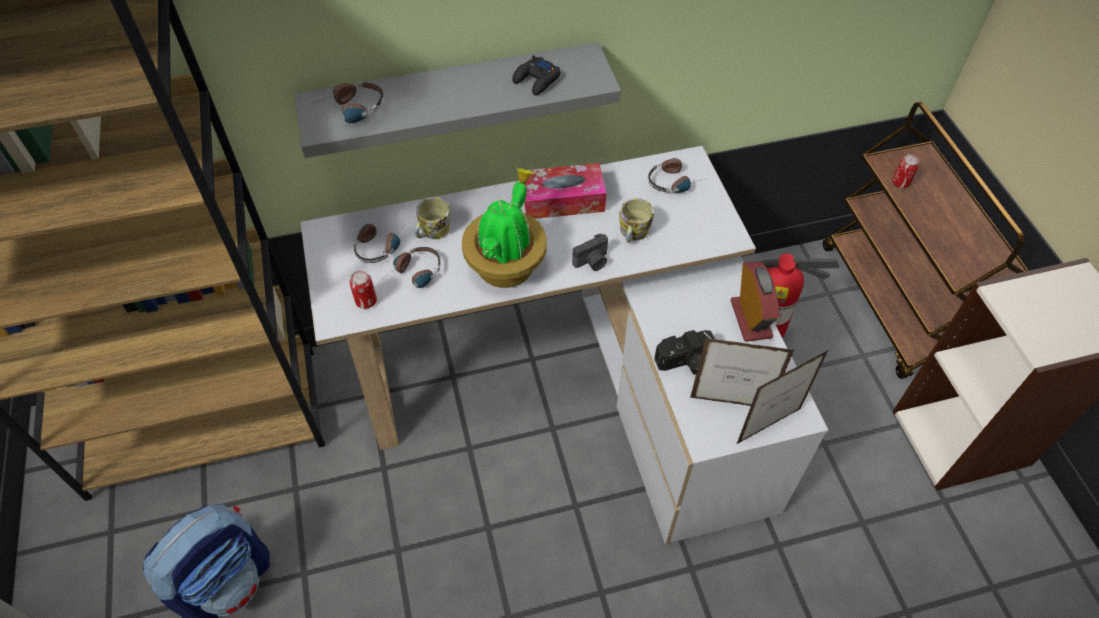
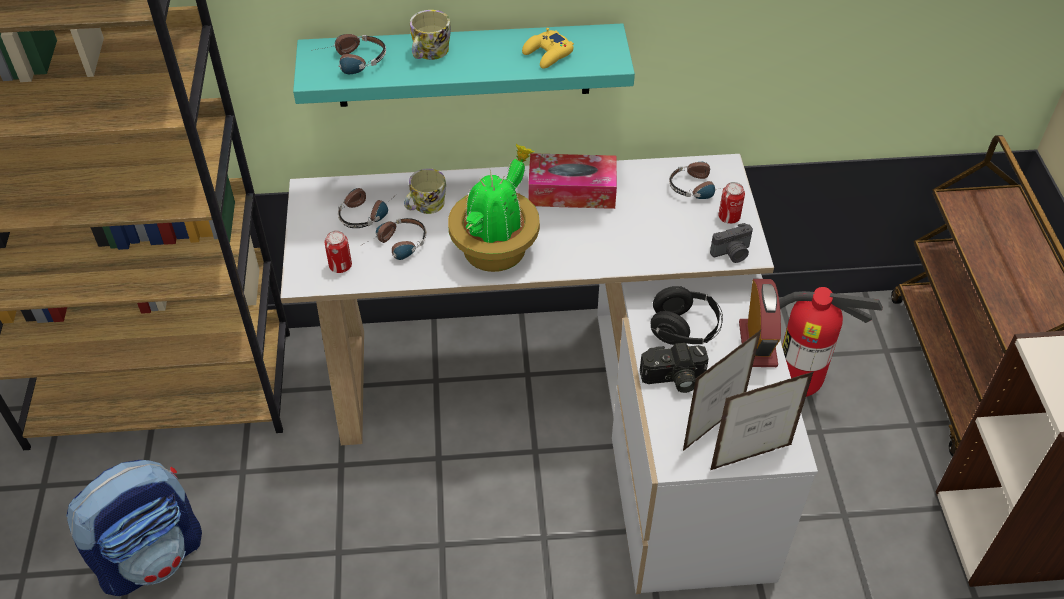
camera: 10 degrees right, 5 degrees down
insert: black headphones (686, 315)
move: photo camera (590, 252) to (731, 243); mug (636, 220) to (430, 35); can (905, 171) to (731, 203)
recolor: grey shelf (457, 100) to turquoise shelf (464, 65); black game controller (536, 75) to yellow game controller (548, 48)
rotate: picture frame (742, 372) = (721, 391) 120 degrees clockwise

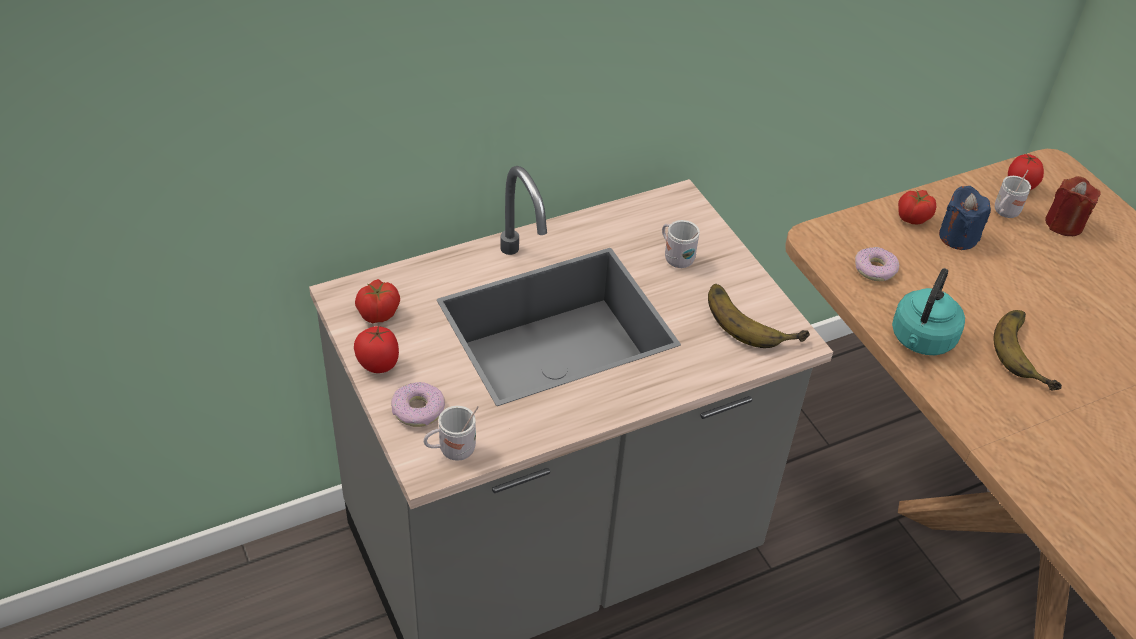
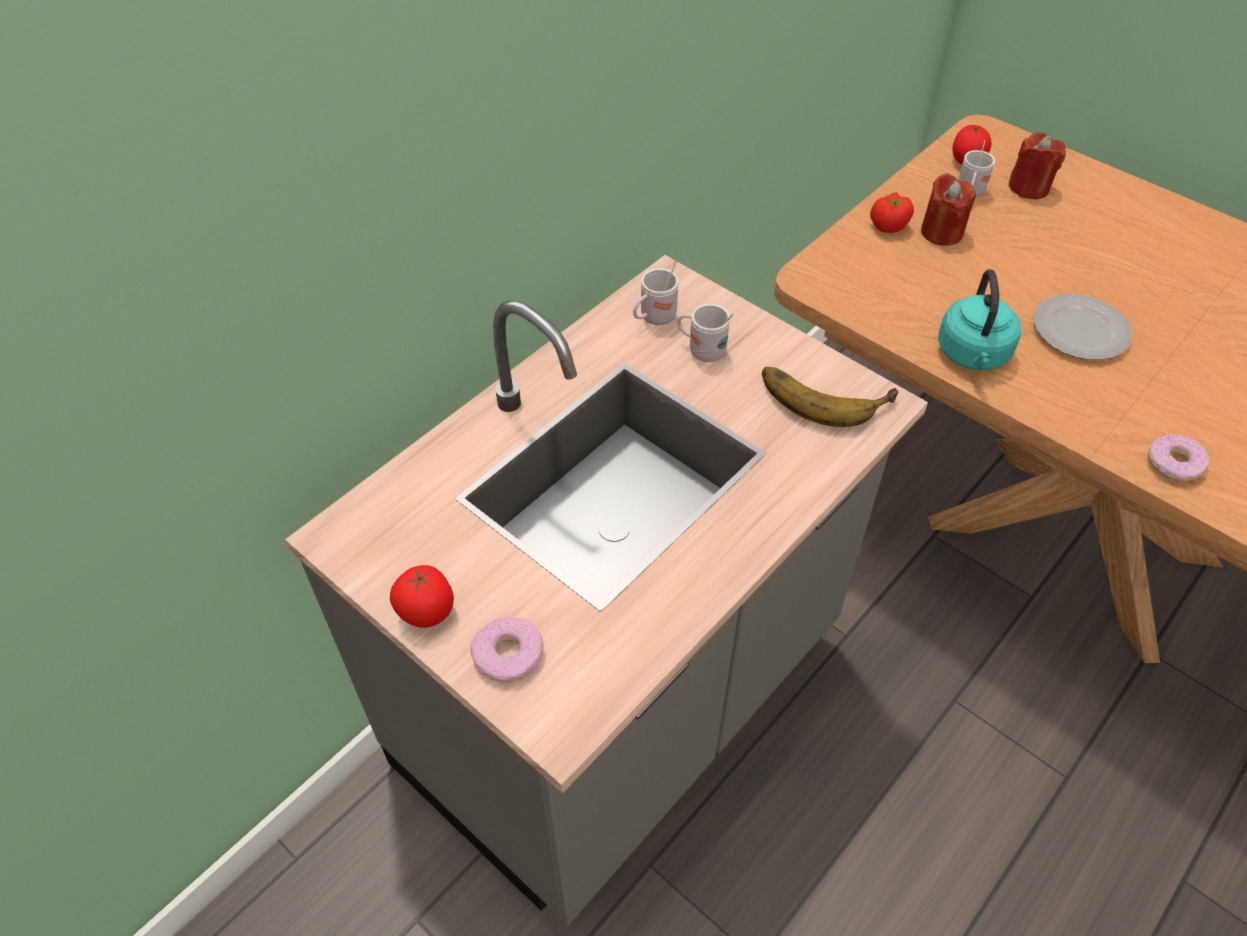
camera: 20 degrees left, 5 degrees up
delete: tomato (377, 301)
move: white mug (451, 433) to (656, 292); donut (877, 264) to (1178, 458)
replace: banana (1028, 350) to plate (1083, 327)
recolor: blue candle (965, 218) to red candle (948, 209)

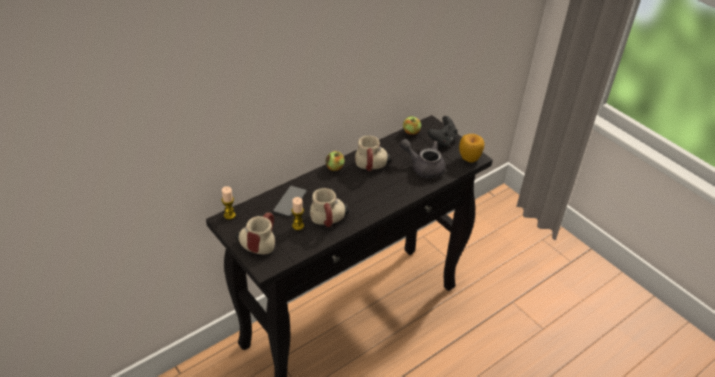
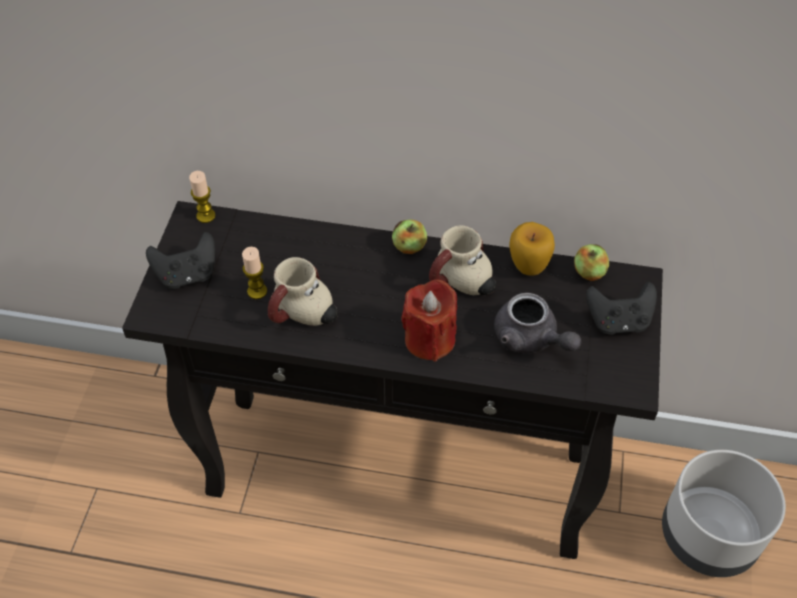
camera: 50 degrees right, 10 degrees up
delete: phone (290, 201)
insert: red candle (429, 320); grey planter (724, 513)
move: apple (471, 148) to (532, 248)
replace: mug (255, 233) to black game controller (180, 260)
rotate: grey teapot (422, 158) = (538, 323) 150 degrees clockwise

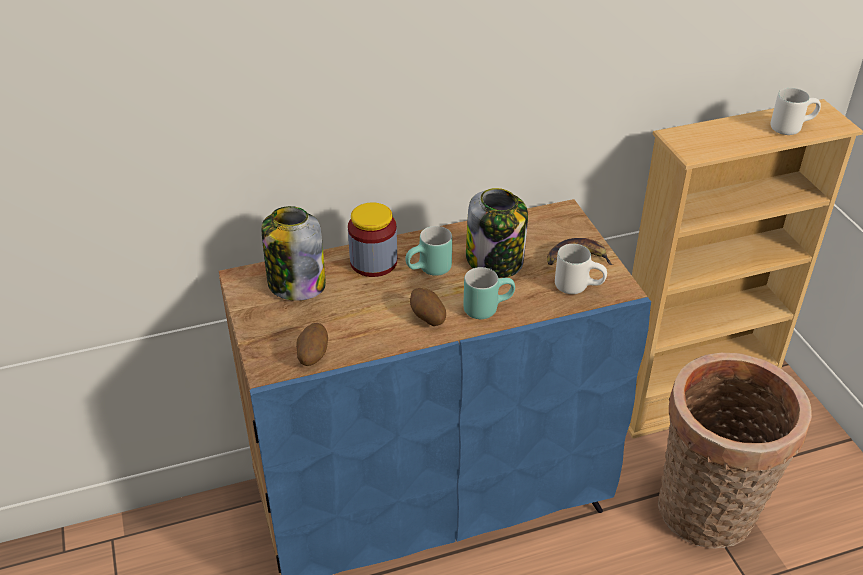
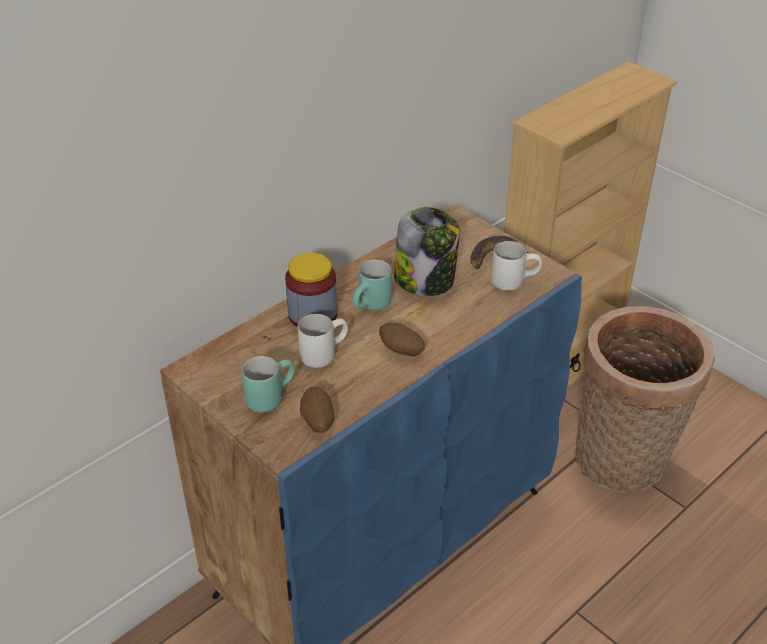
camera: 25 degrees left, 0 degrees up
delete: jar (294, 253)
move: turquoise mug (489, 293) to (268, 384); white mug (795, 111) to (323, 341)

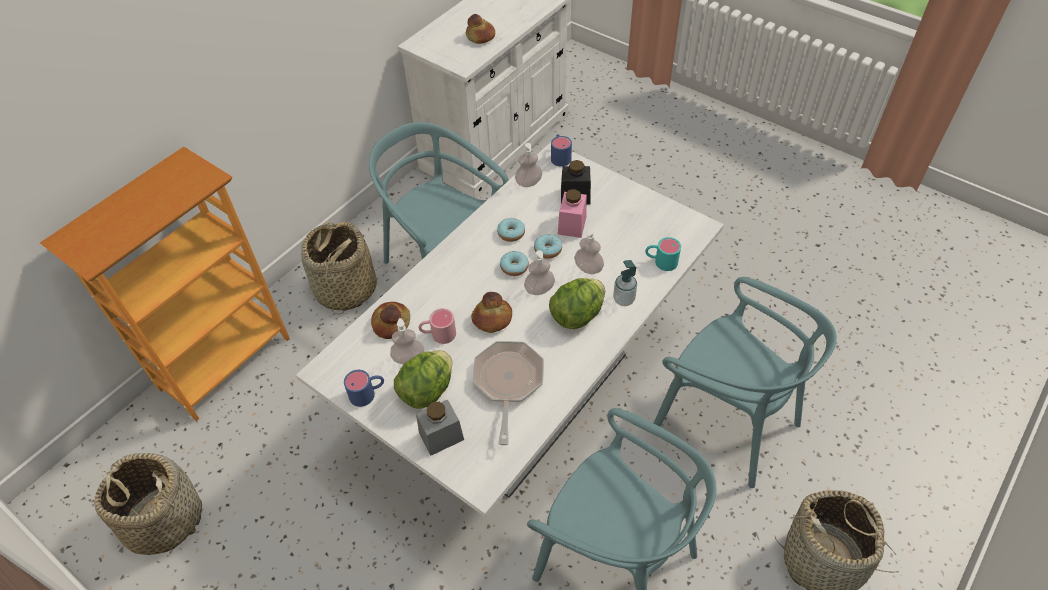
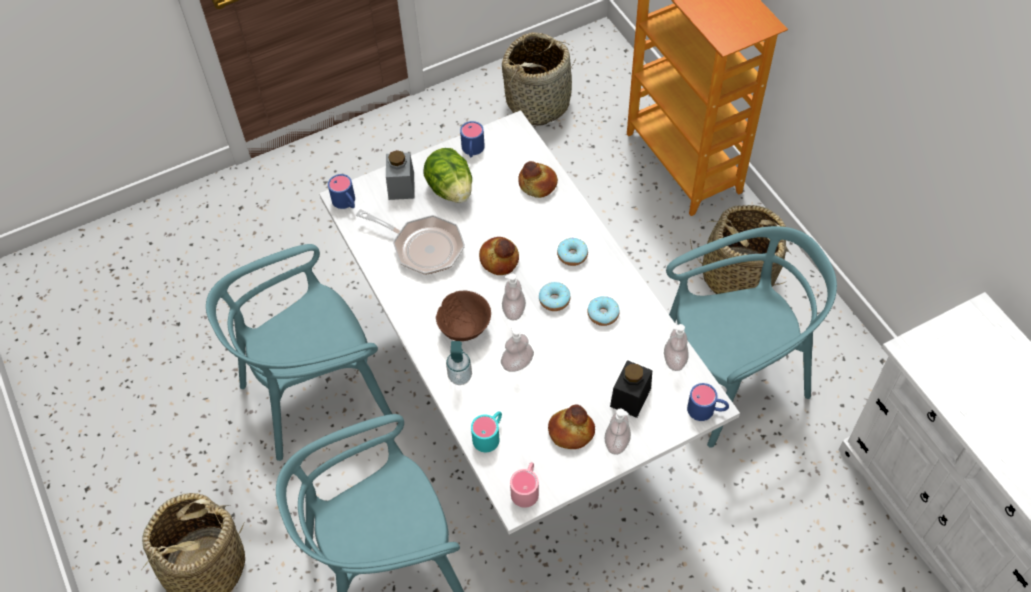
camera: 115 degrees right, 5 degrees up
delete: pink jar (572, 213)
insert: blue mug (341, 191)
move: soap dispenser (407, 341) to (618, 432); pink mug (437, 326) to (524, 485); bread (480, 29) to (571, 427); donut (548, 246) to (572, 252)
replace: lettuce (577, 303) to brown bowl (463, 315)

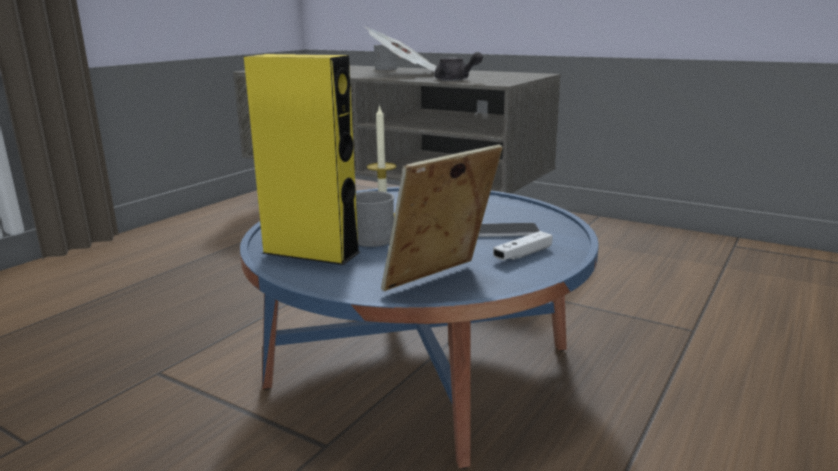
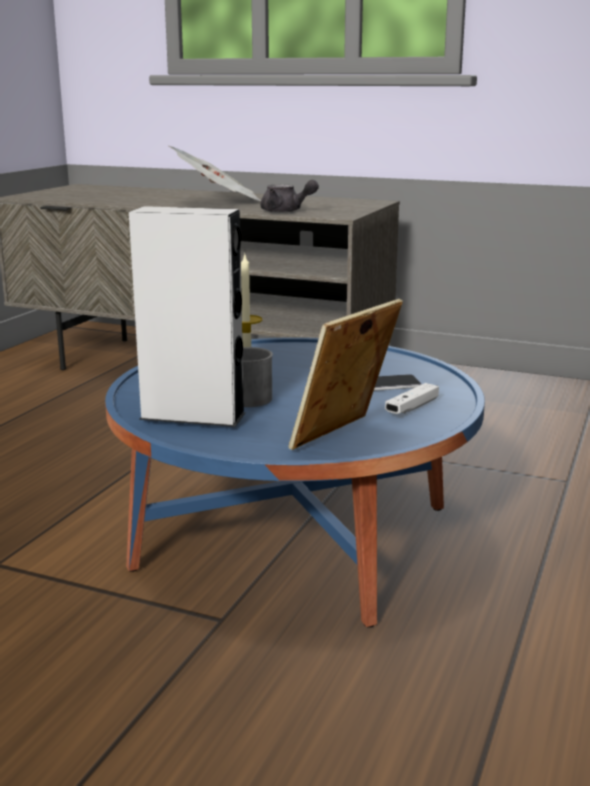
camera: 10 degrees left, 0 degrees up
delete: grey mug (386, 57)
recolor: yellow speaker (302, 159) to grey speaker (187, 316)

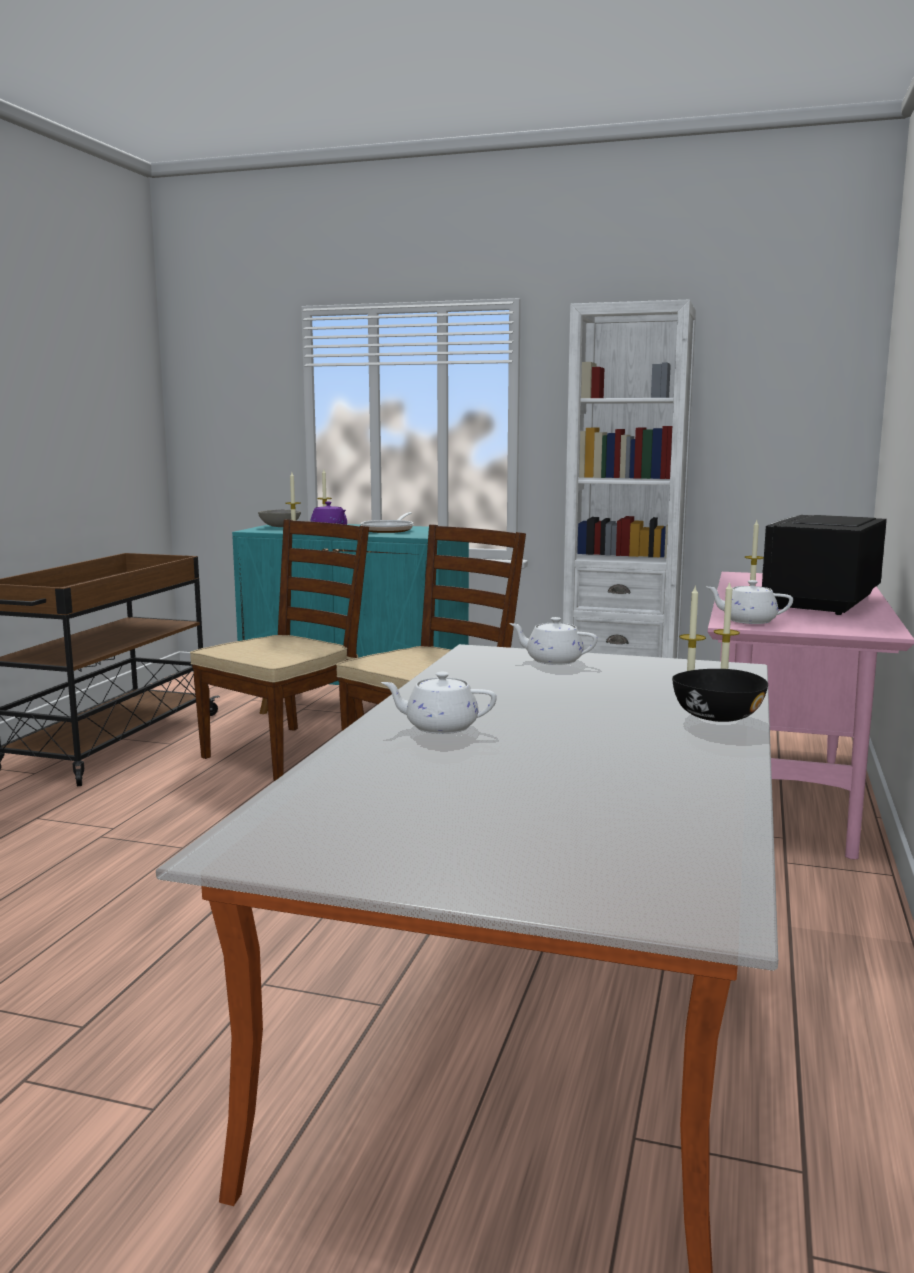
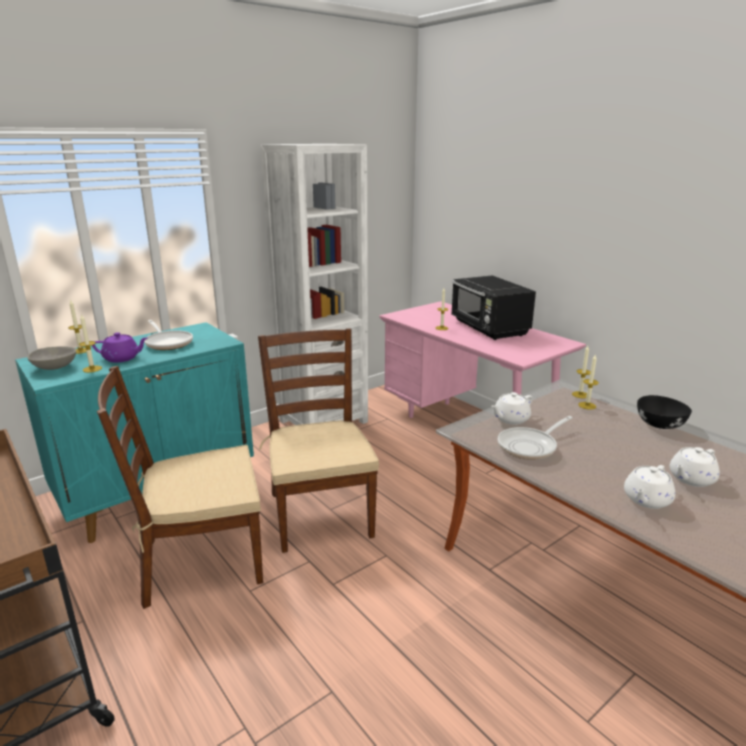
camera: 55 degrees left, 10 degrees up
insert: frying pan (535, 438)
move: white teapot (750, 602) to (695, 467)
rotate: brown chair (279, 650) = (180, 487) 90 degrees counterclockwise

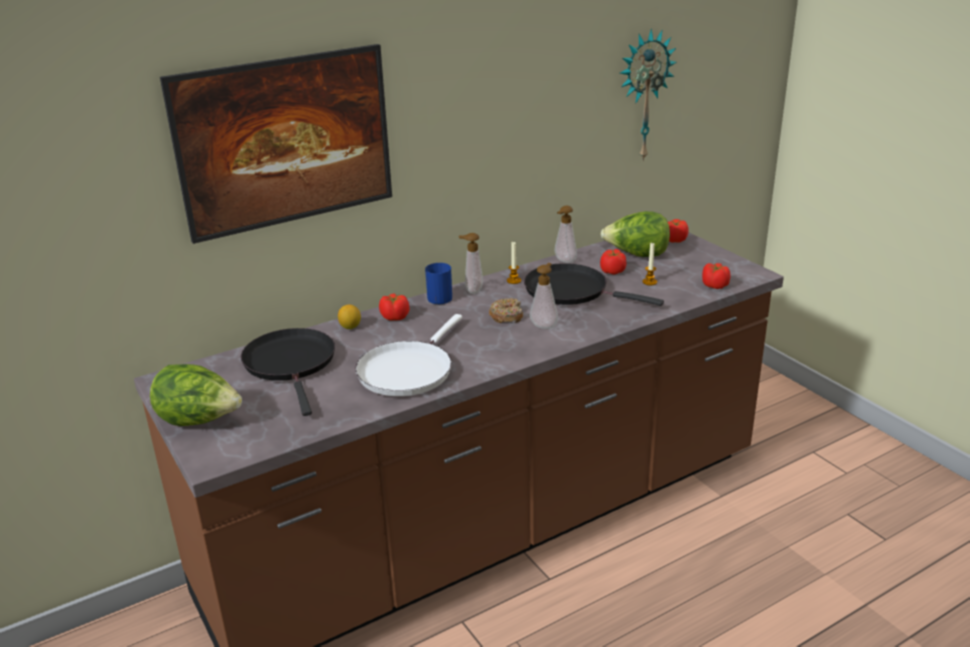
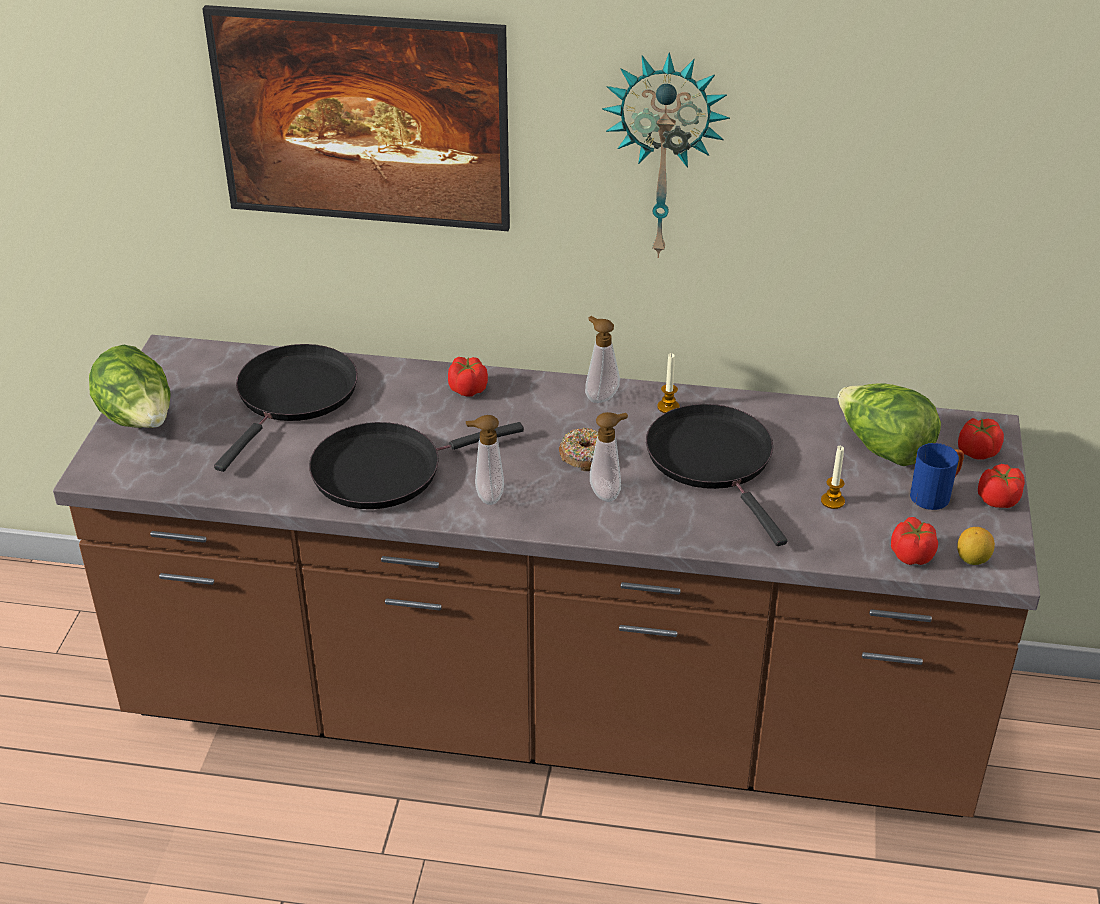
camera: 40 degrees right, 10 degrees up
move: lemon (349, 316) to (976, 546); blue mug (438, 283) to (937, 476); soap dispenser (566, 234) to (485, 460); tomato (613, 262) to (1001, 486); wall clock (648, 95) to (666, 155)
recolor: white frying pan (408, 355) to black frying pan (416, 465)

